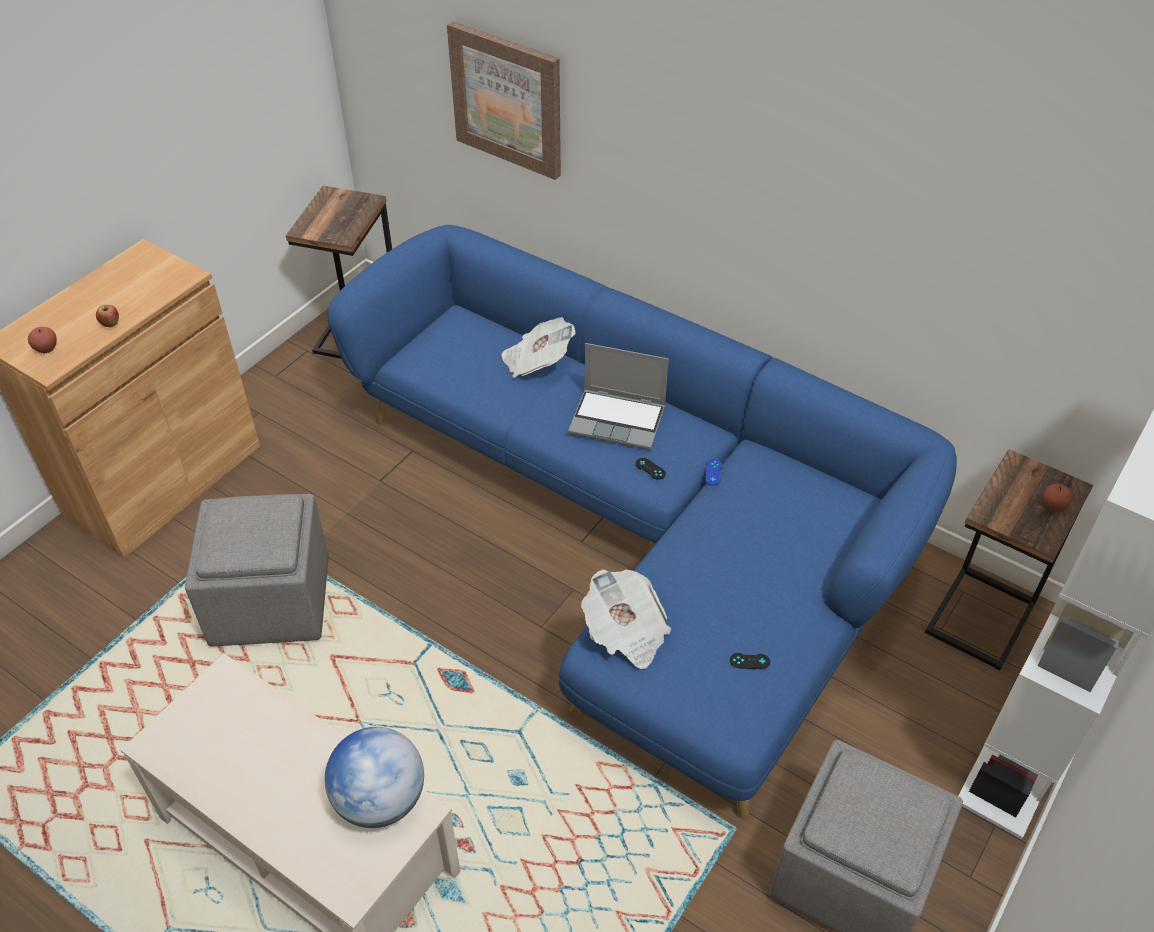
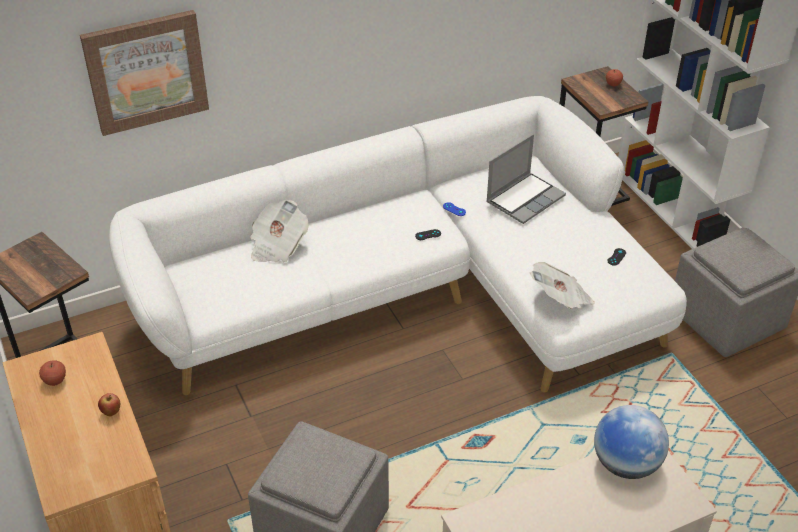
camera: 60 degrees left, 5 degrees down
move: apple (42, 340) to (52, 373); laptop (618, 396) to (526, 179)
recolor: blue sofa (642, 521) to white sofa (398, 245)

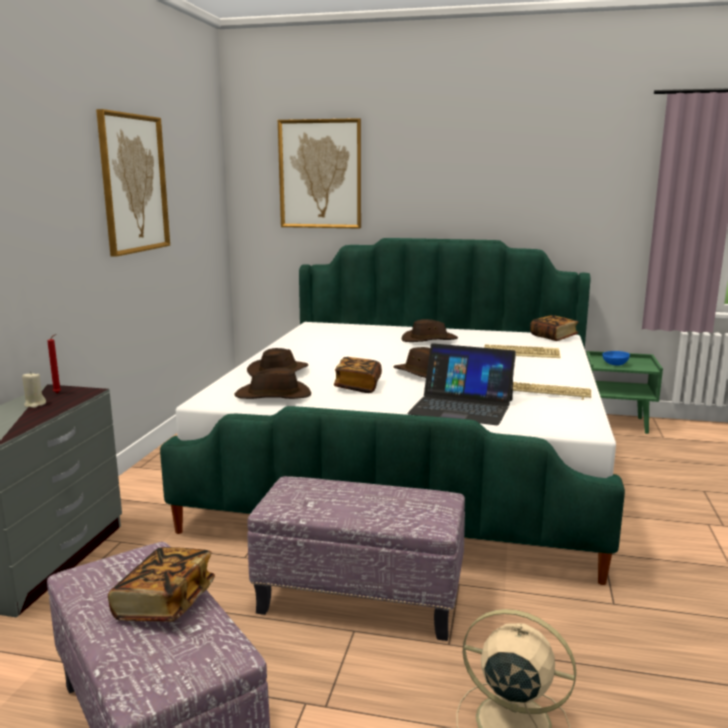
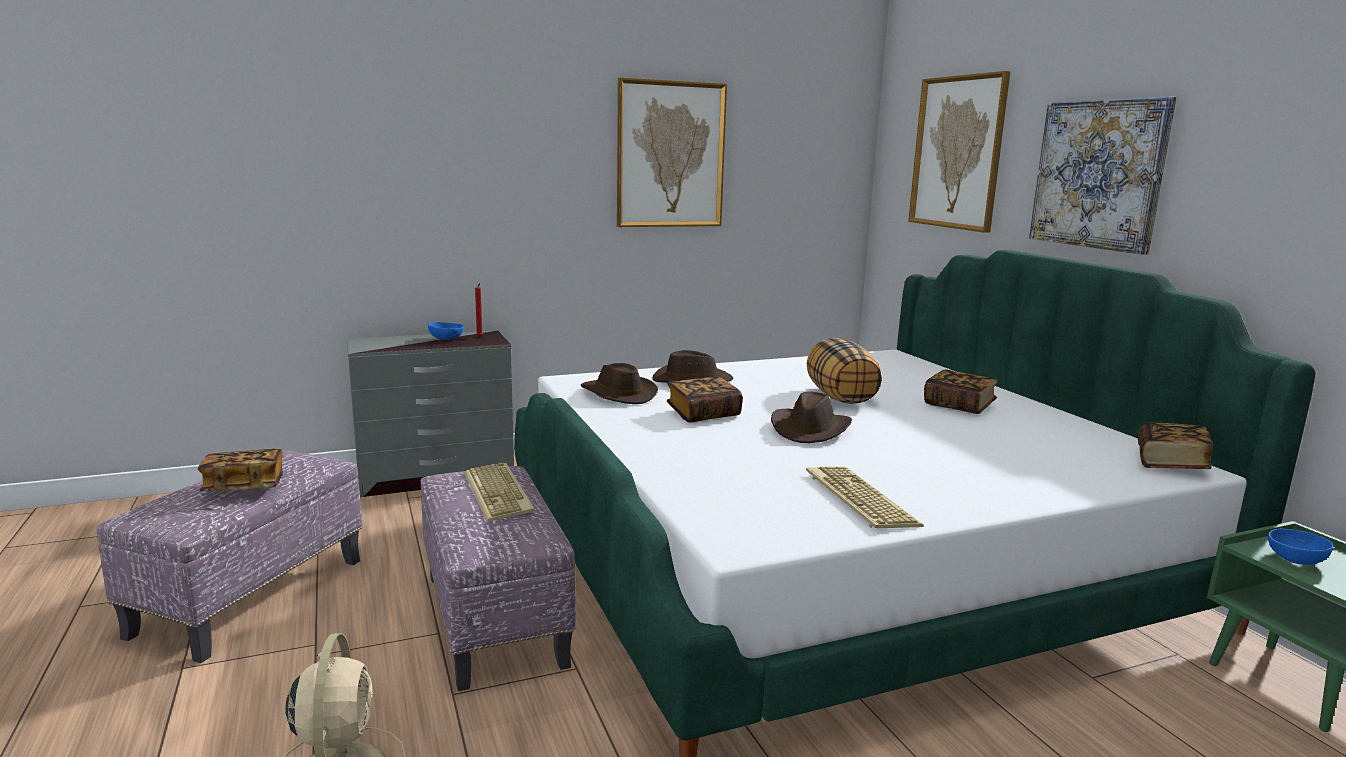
camera: 55 degrees right, 0 degrees up
delete: laptop (461, 384)
insert: pillow (844, 371); picture (1102, 175)
move: keyboard (522, 351) to (499, 492)
replace: beige candle (34, 390) to blue bowl (446, 331); brown hat (430, 330) to book (961, 391)

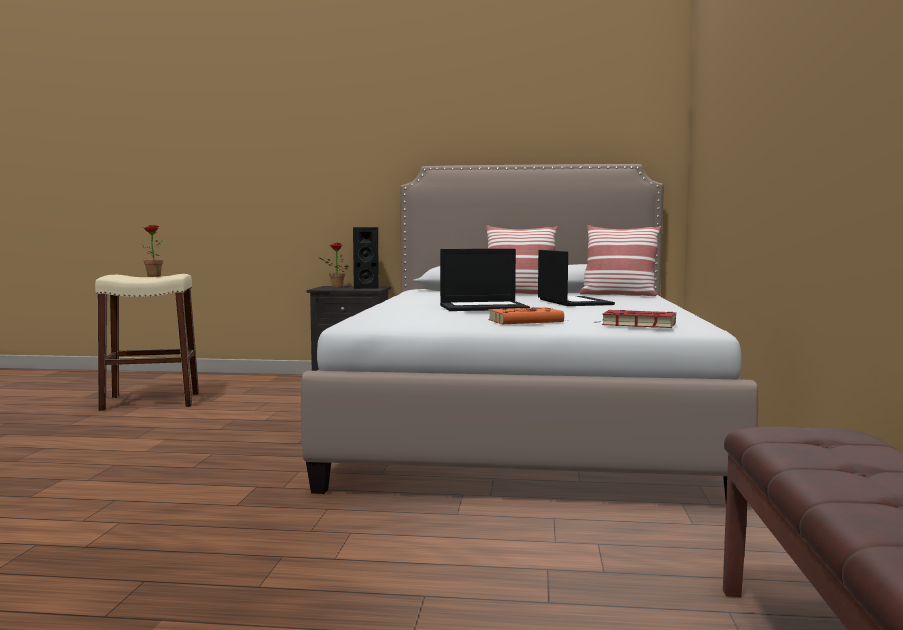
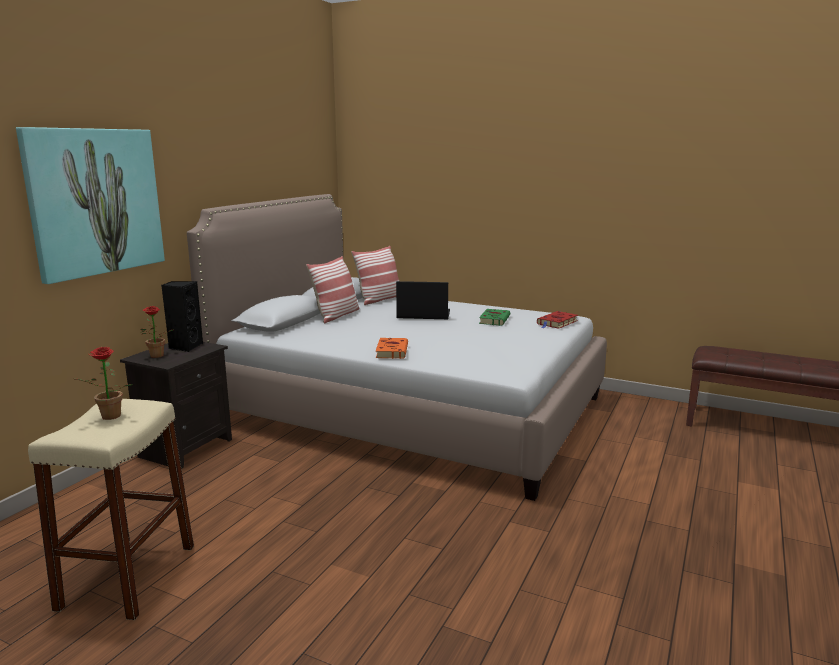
camera: 70 degrees left, 10 degrees up
delete: laptop (485, 280)
insert: picture (90, 205); green book (494, 317)
move: orange book (528, 315) to (392, 348)

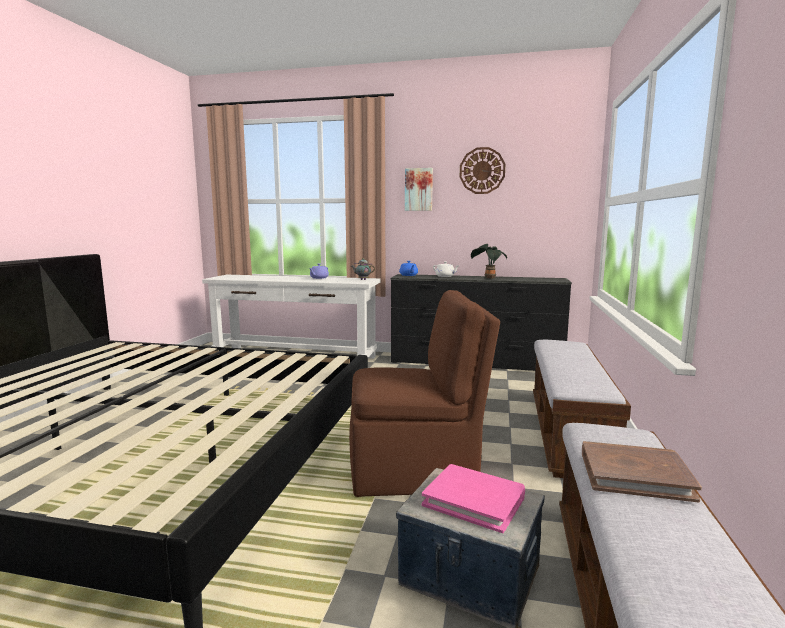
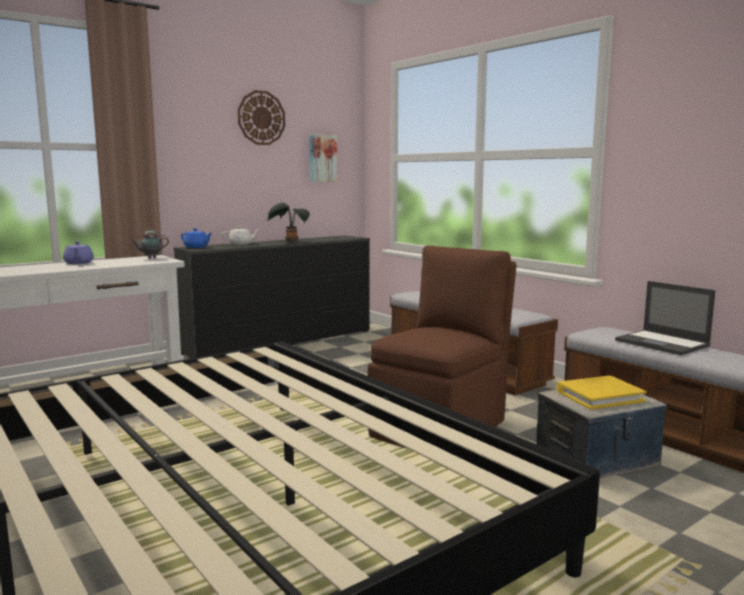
camera: 50 degrees left, 0 degrees up
move: picture (419, 189) to (323, 158)
replace: brown book (642, 472) to laptop (665, 318)
recolor: pink book (473, 498) to yellow book (602, 393)

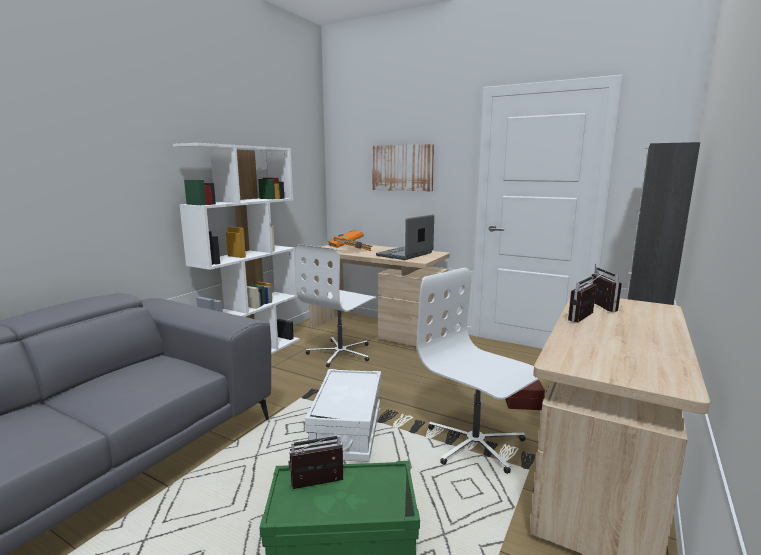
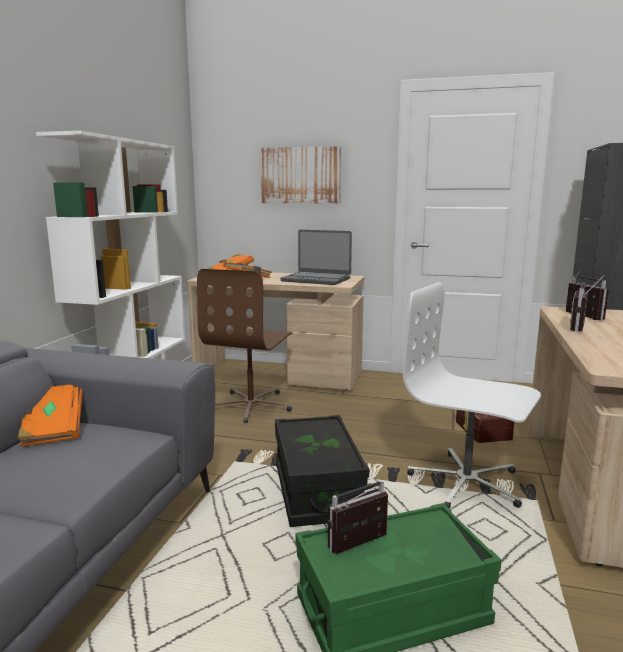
camera: 15 degrees left, 0 degrees up
insert: orange book (50, 415)
recolor: white office chair (336, 306) to brown office chair (245, 346); white storage box (343, 415) to black storage box (322, 471)
rotate: laptop (405, 237) = (316, 257) 90 degrees counterclockwise

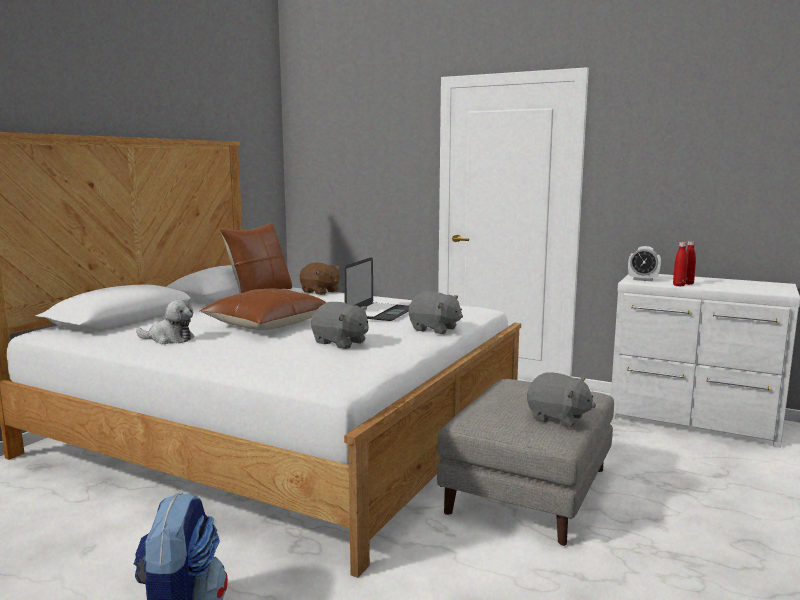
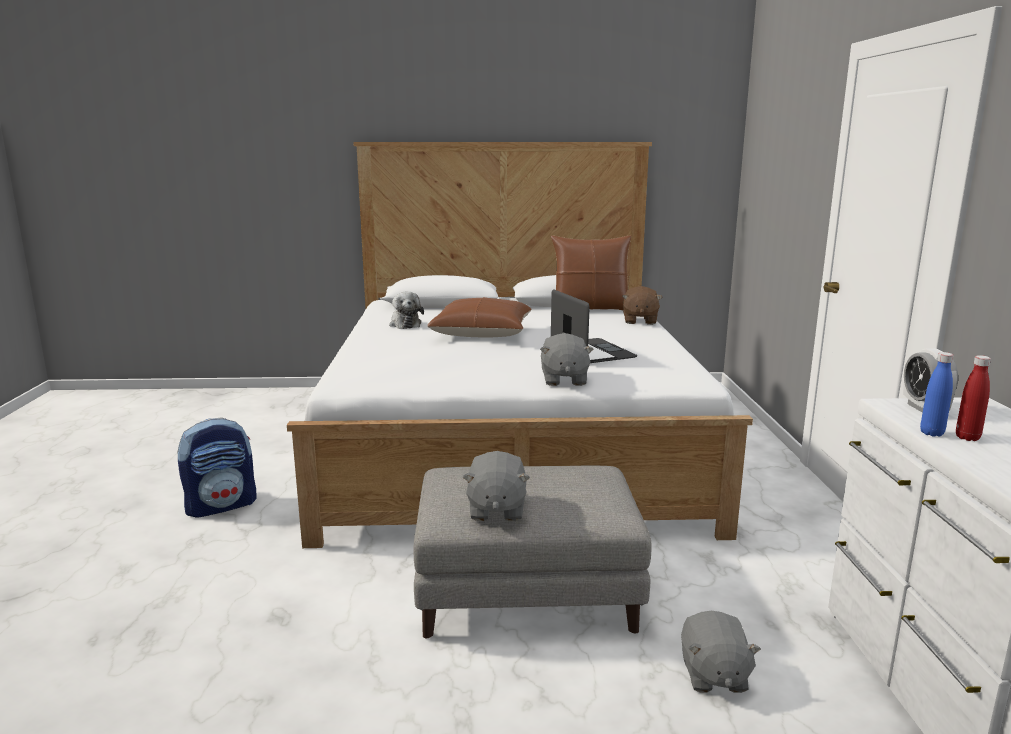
camera: 60 degrees right, 5 degrees up
move: grey plush toy (340, 325) to (721, 652)
recolor: red bottle (680, 264) to blue bottle (937, 394)
rotate: laptop (376, 289) = (594, 326) 105 degrees counterclockwise

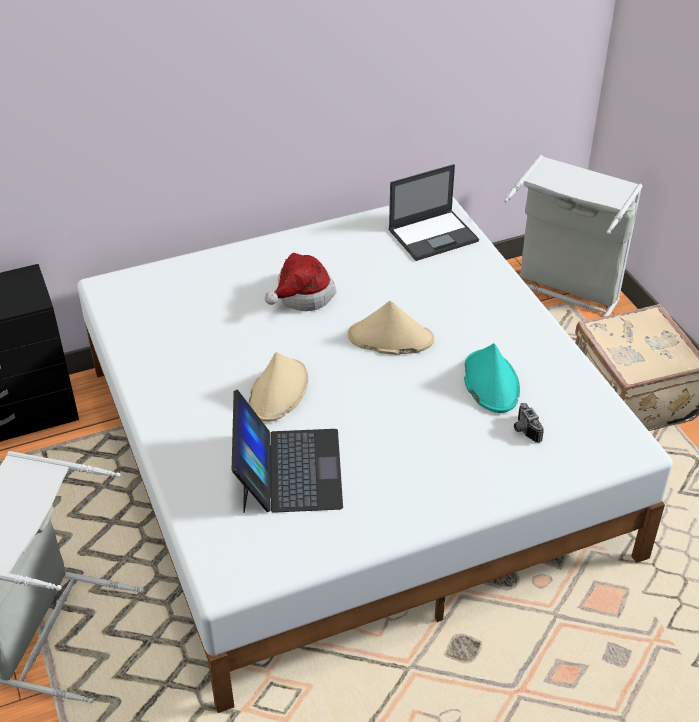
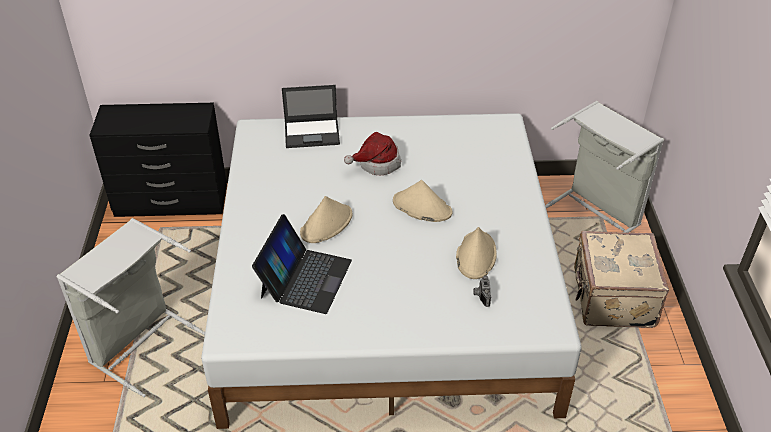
camera: 20 degrees right, 0 degrees up
move: laptop (434, 212) to (311, 116)
recolor: turquoise hat (492, 378) to beige hat (476, 253)

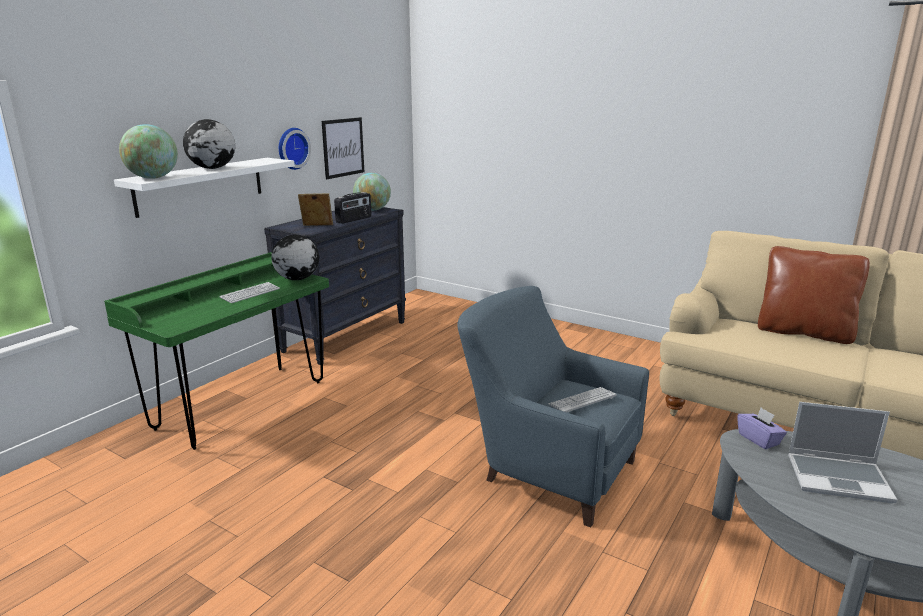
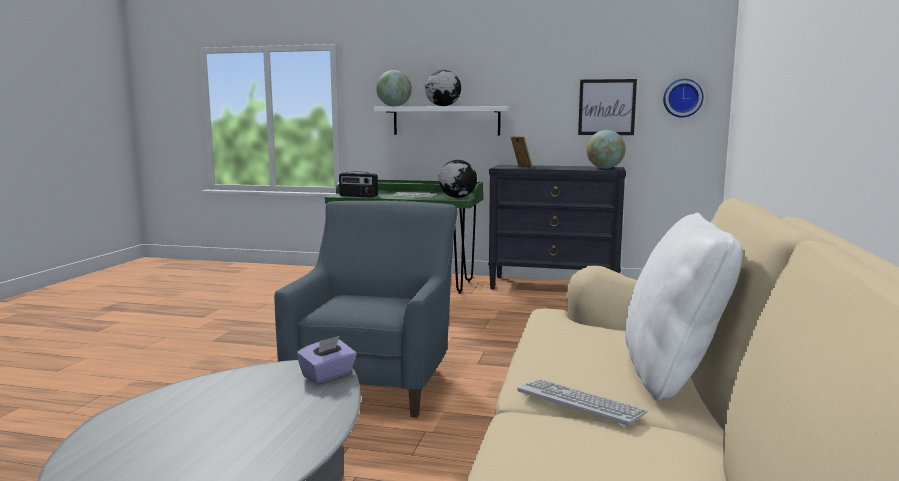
camera: 70 degrees right, 10 degrees down
delete: laptop (842, 452)
move: wall clock (295, 149) to (683, 98); radio (353, 208) to (358, 184); keyboard (582, 400) to (582, 402)
recolor: brown pillow (814, 295) to white pillow (684, 307)

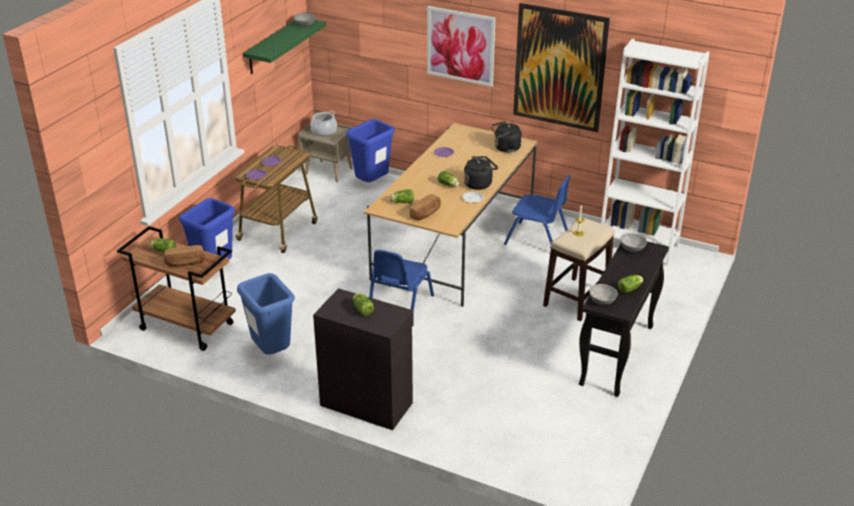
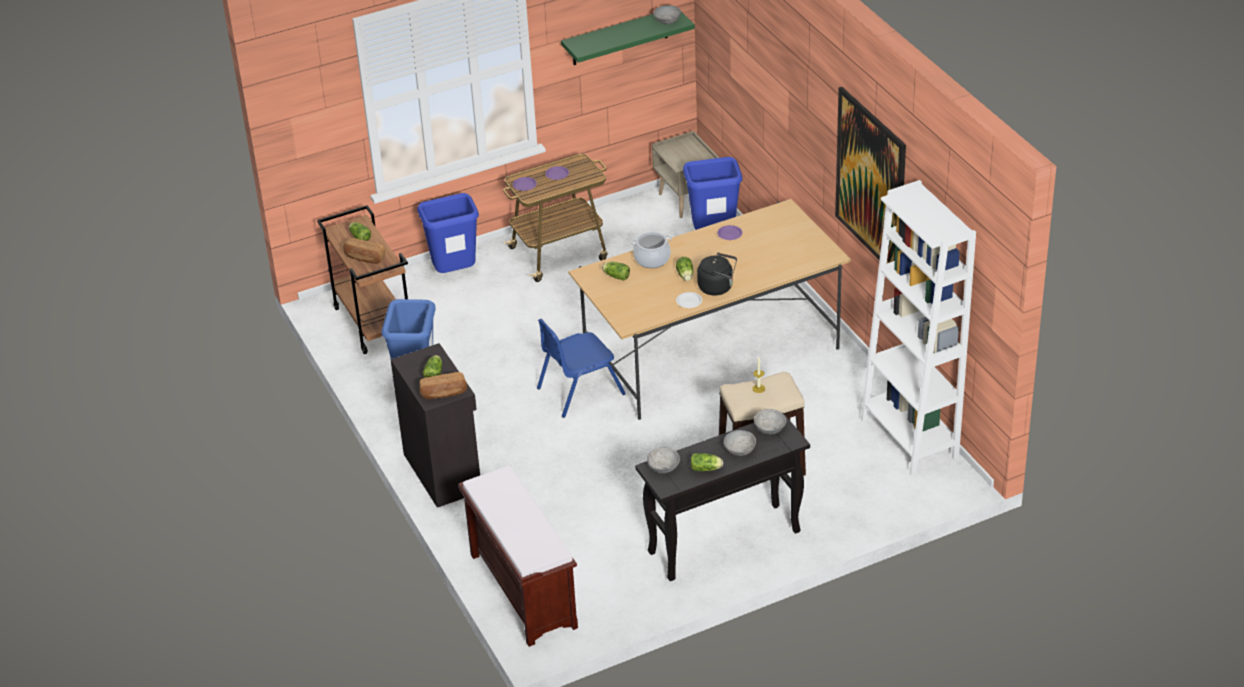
camera: 40 degrees right, 5 degrees up
delete: picture (461, 46); black kettle (506, 136); blue chair (537, 210)
insert: brown bench (518, 556); grey bowl (740, 443)
move: cooking pot (324, 123) to (651, 250); bread (425, 207) to (443, 385)

